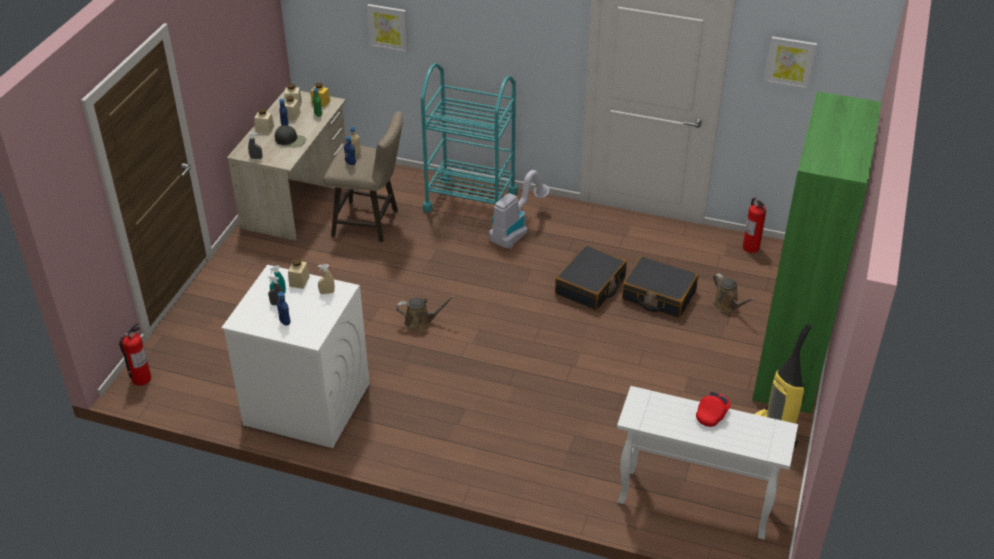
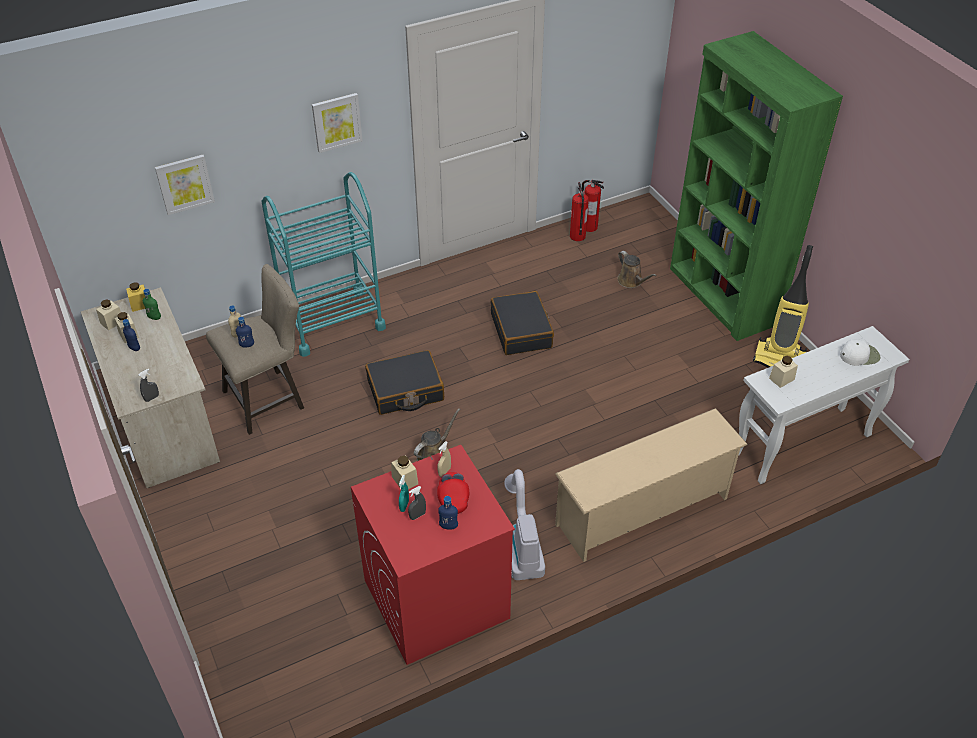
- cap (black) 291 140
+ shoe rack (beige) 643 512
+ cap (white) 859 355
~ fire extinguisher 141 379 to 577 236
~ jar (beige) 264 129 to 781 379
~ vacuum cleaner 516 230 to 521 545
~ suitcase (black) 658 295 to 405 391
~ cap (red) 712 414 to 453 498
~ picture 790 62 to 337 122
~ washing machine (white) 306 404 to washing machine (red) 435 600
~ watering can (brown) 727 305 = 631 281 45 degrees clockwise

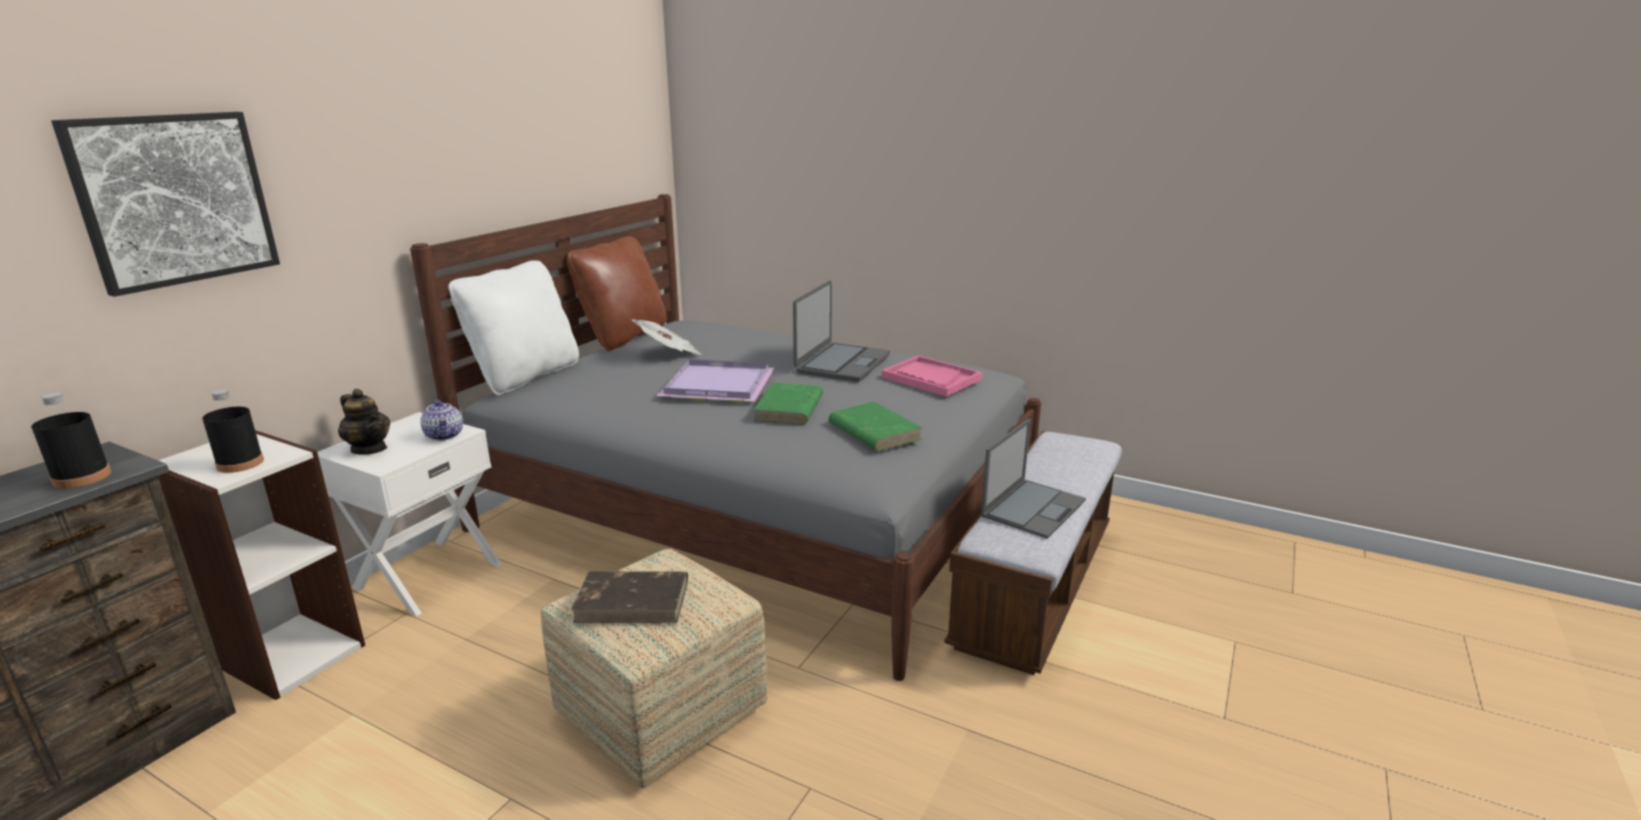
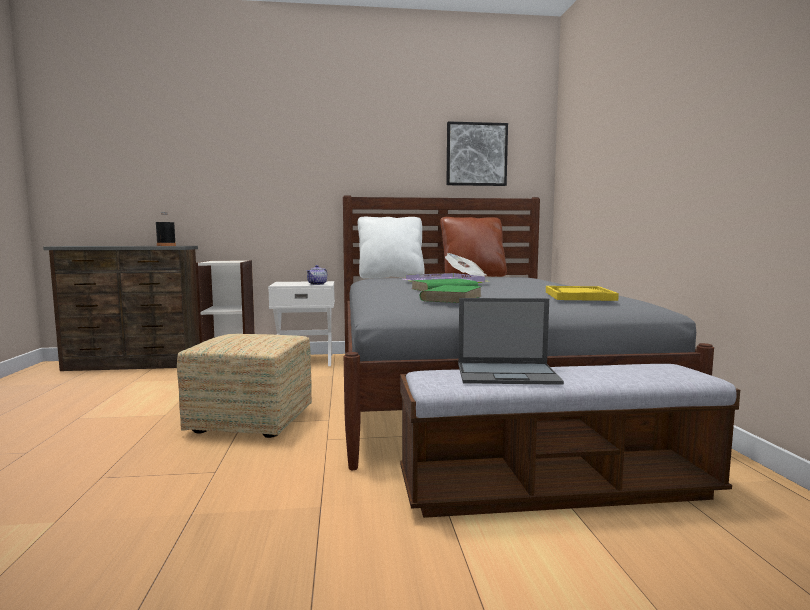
- bottle (black) 240 463
- teapot 369 449
- book (brown) 634 601
- laptop 842 363
~ picture 174 199 to 476 154
~ tray (pink) 931 378 to tray (yellow) 578 296

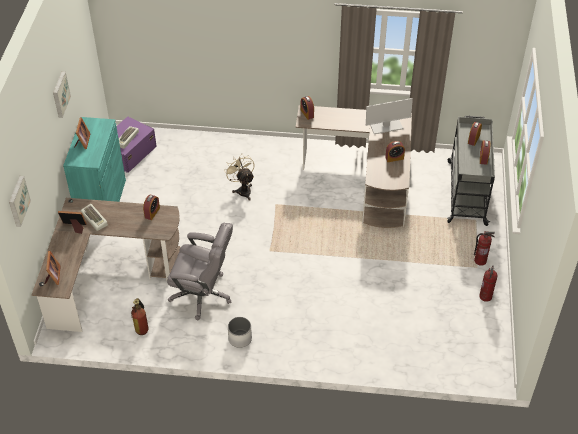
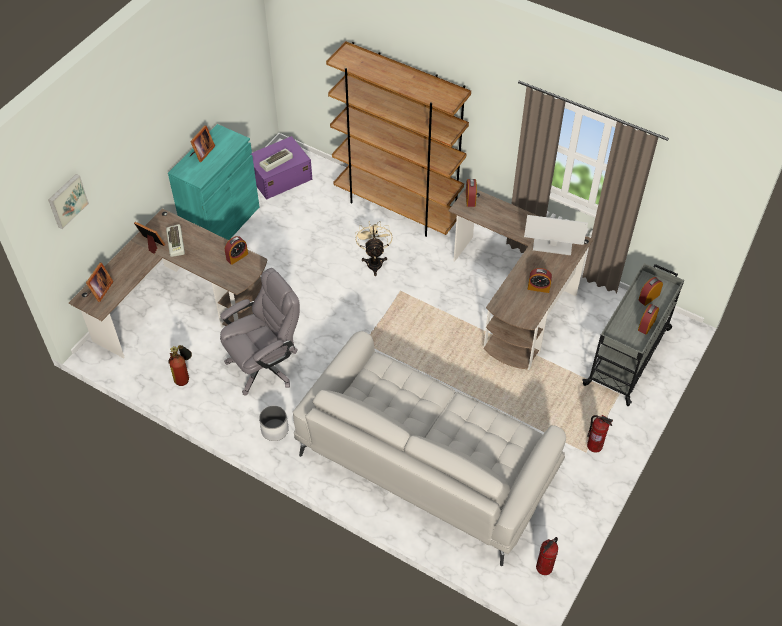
- picture 60 94
+ sofa (white) 426 460
+ bookcase (brown) 397 208
~ fire extinguisher 485 296 to 544 568
~ office chair (grey) 202 294 = 265 365 75 degrees counterclockwise

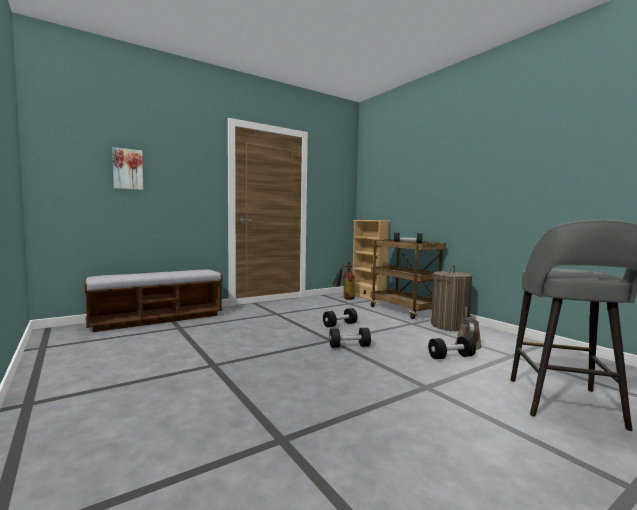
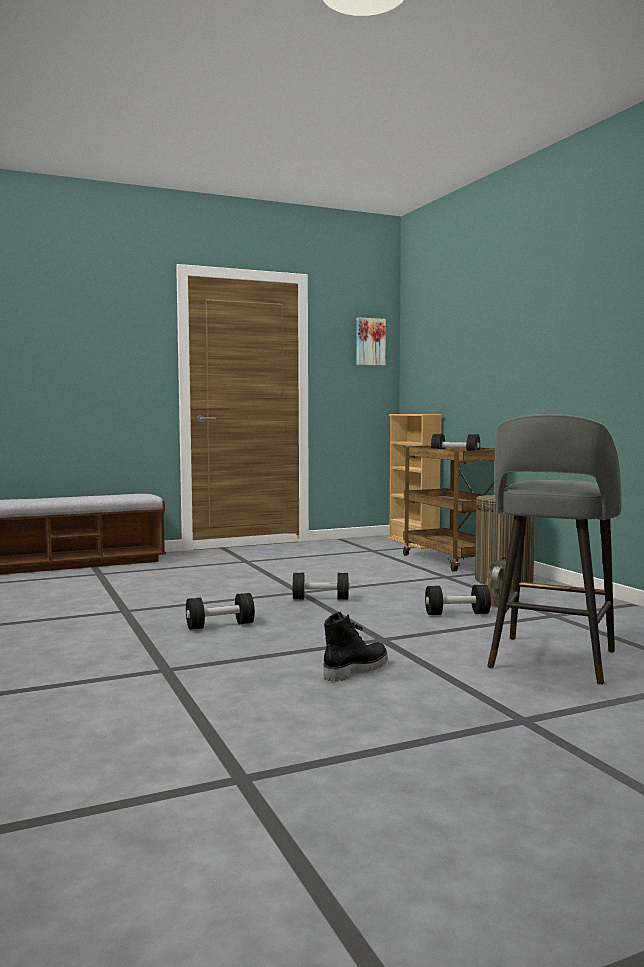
- fire extinguisher 344 298
+ boot (black) 355 670
~ picture 128 169 to 370 342
~ dumbbell (black) 340 325 to 220 625

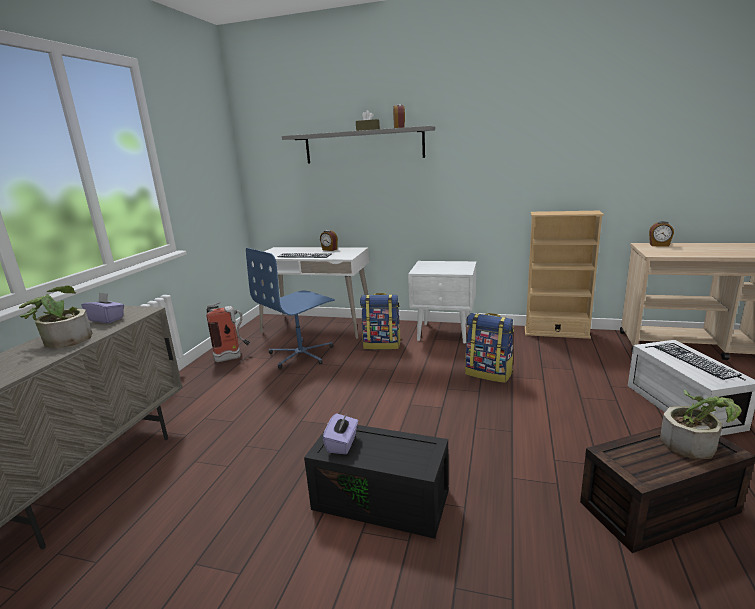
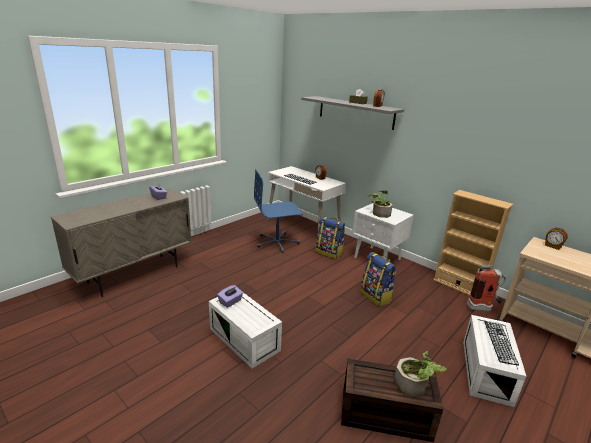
~ potted plant 63 339 to 379 213
~ fire extinguisher 233 357 to 483 308
~ storage box (black) 383 499 to storage box (white) 245 339

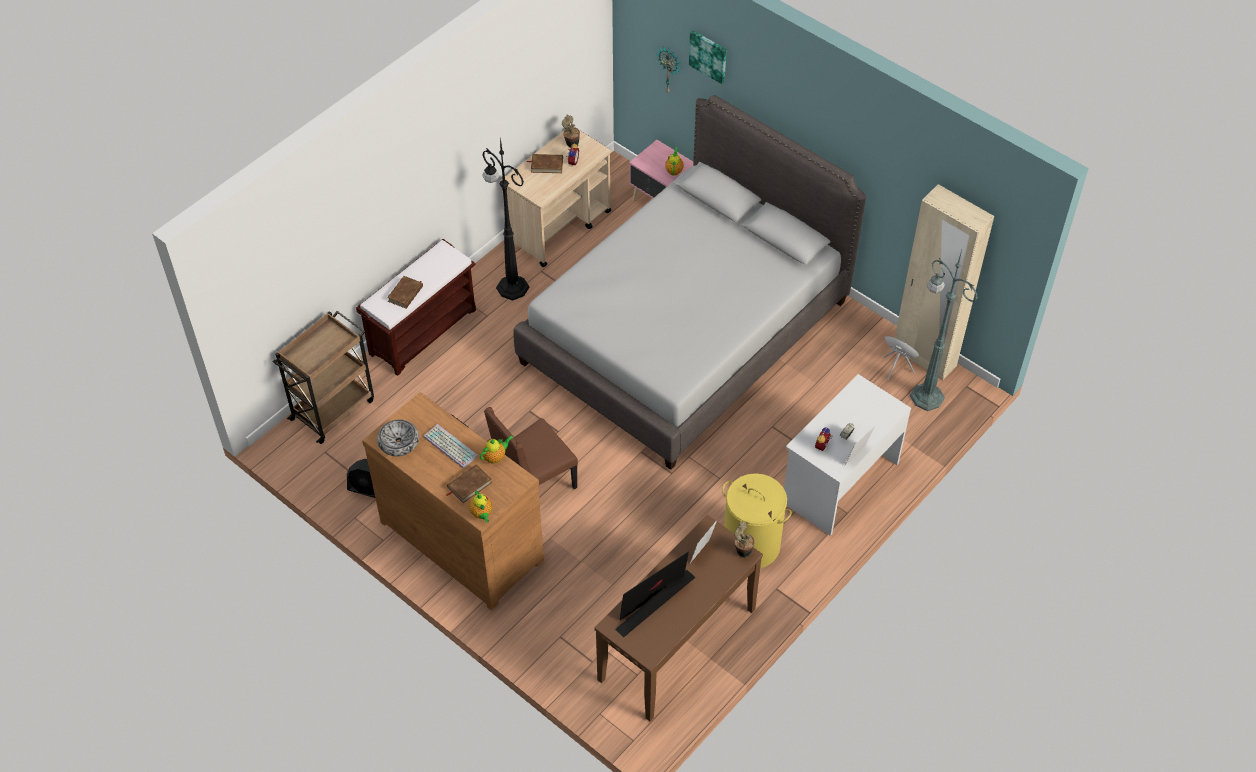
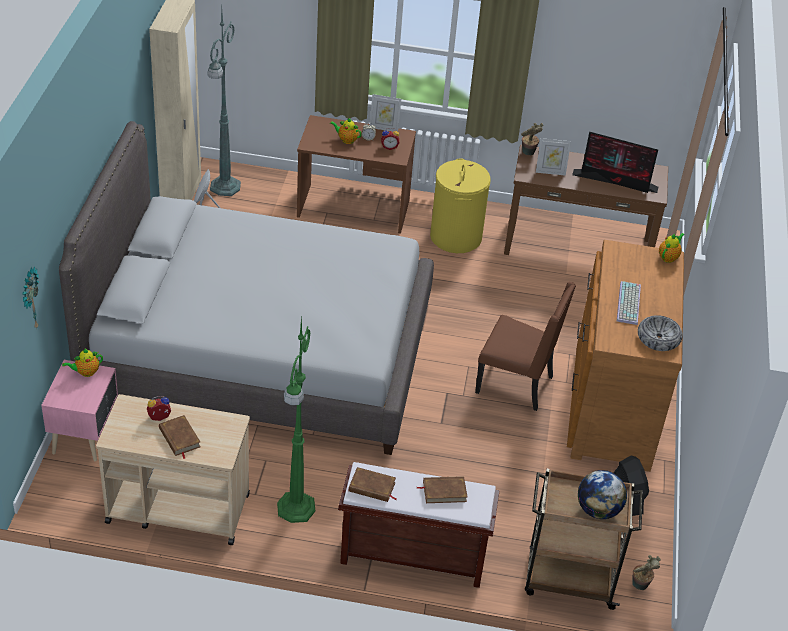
- picture 708 56
+ globe 598 510
~ book (brown) 469 485 to 372 487
~ teapot 495 457 to 346 140
~ potted plant 571 144 to 640 586
~ floor lamp (black) 511 286 to floor lamp (green) 295 509
~ desk (white) 839 481 to desk (brown) 353 209

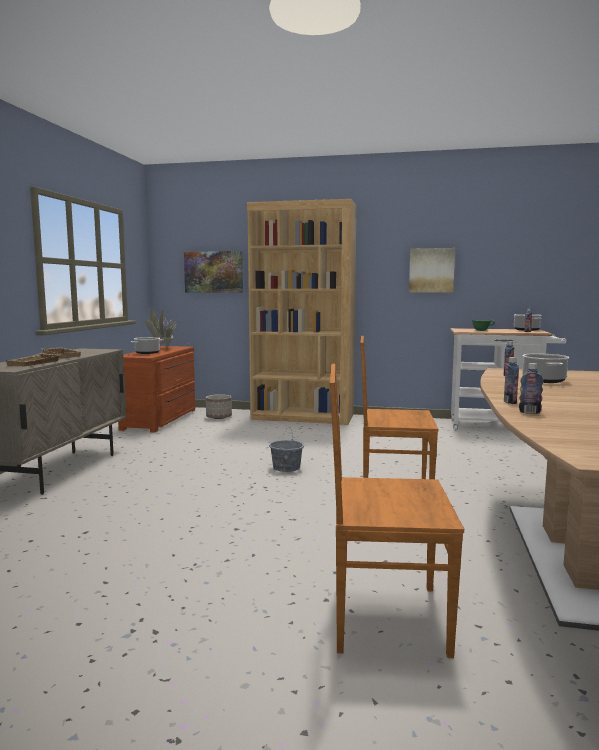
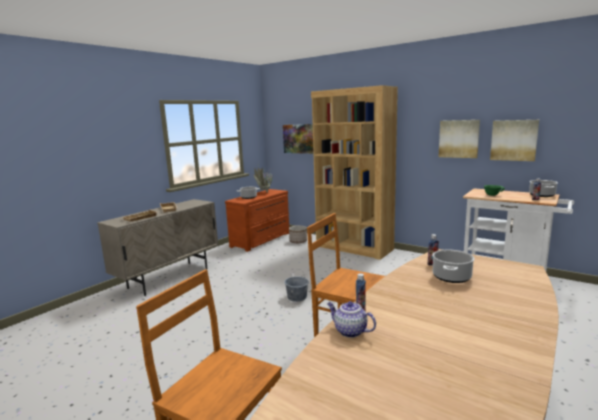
+ picture 514 140
~ bottle 529 412 to teapot 349 331

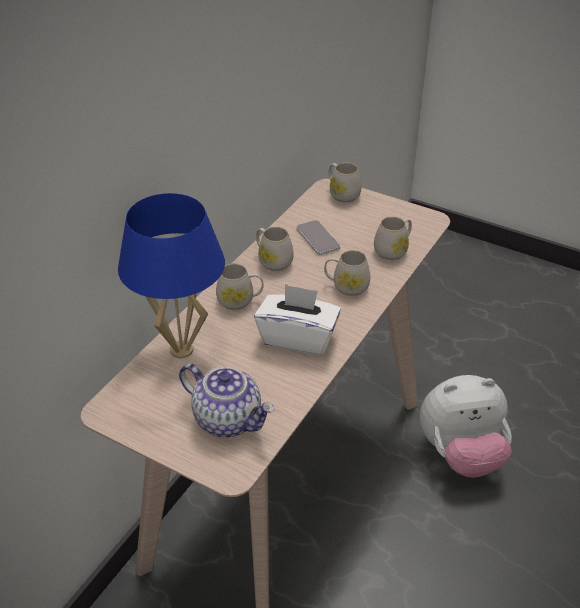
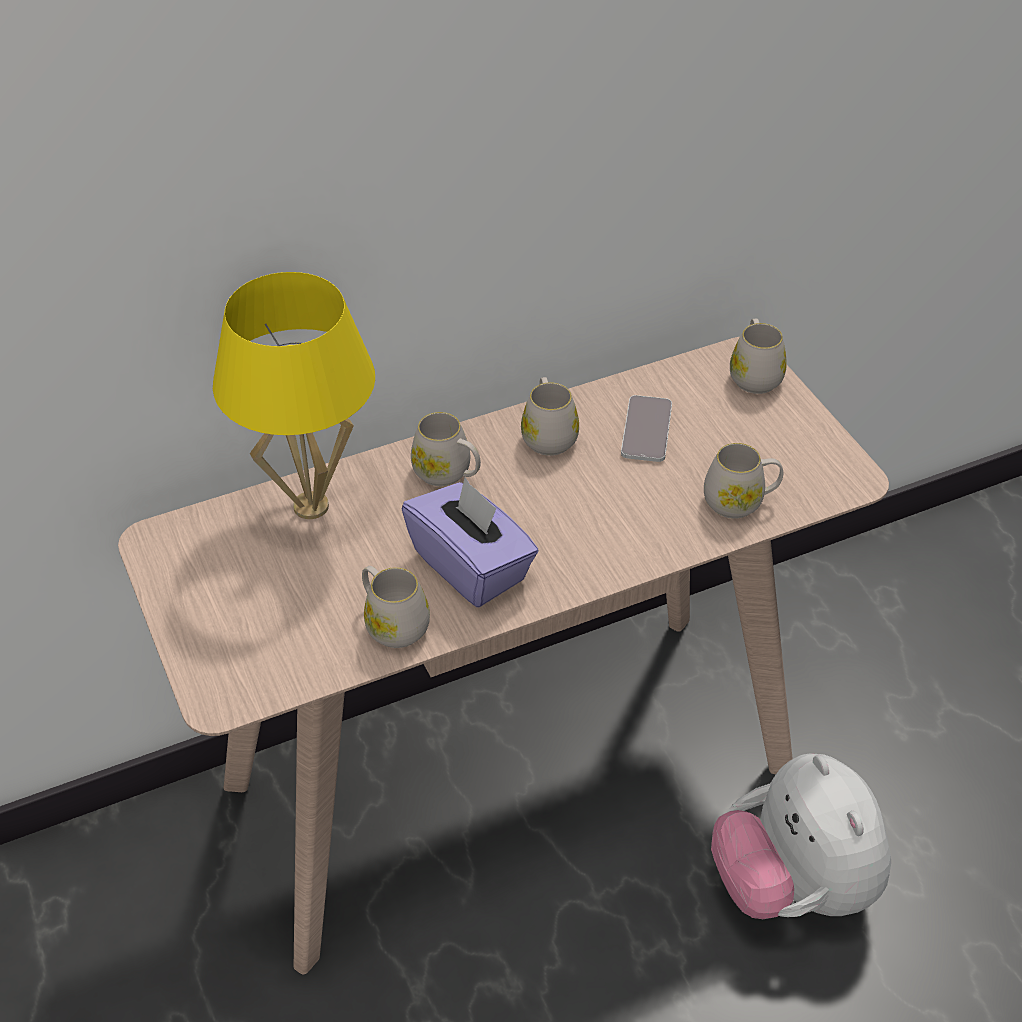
- teapot 229 419
~ mug (white) 346 286 to 392 624
~ table lamp (blue) 182 350 to table lamp (yellow) 312 506
~ tissue box (white) 298 338 to tissue box (purple) 471 566
~ plush toy 461 454 = 793 886 45 degrees clockwise

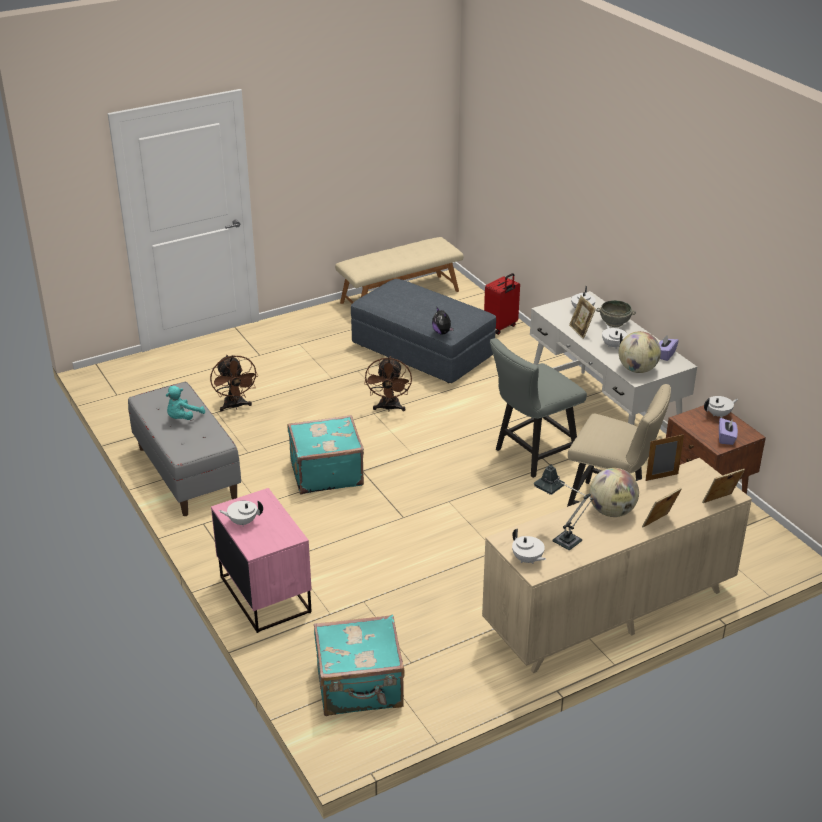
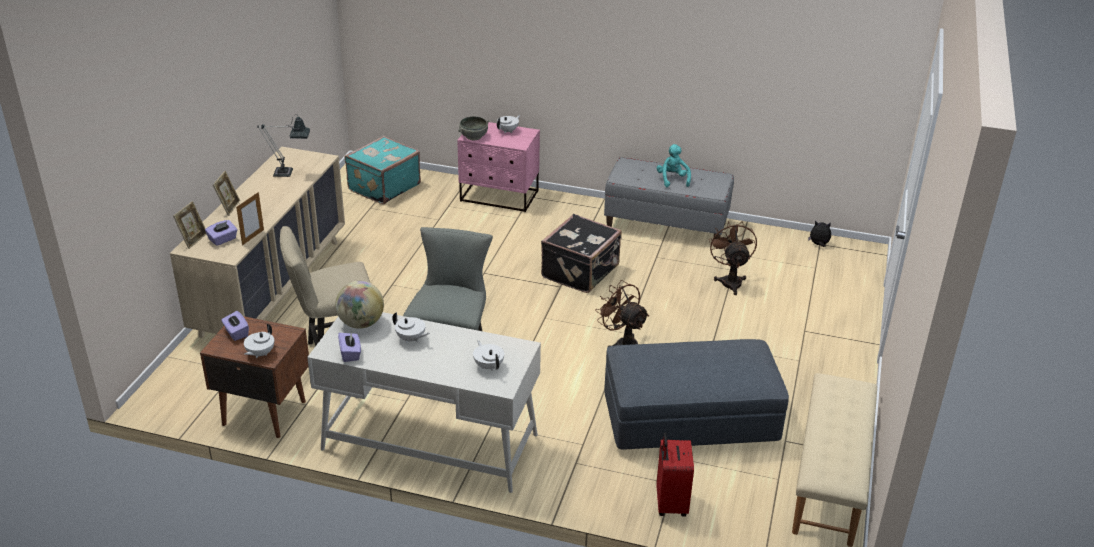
- teapot (white) 527 560
- picture frame 581 331
- globe 611 511
+ tissue box (purple) 223 240
~ plush toy 442 332 to 818 244
~ bowl (grey) 614 323 to 473 136
~ suitcase (turquoise) 325 473 to suitcase (black) 581 272
~ fan (brown) 235 406 = 730 281 60 degrees clockwise

